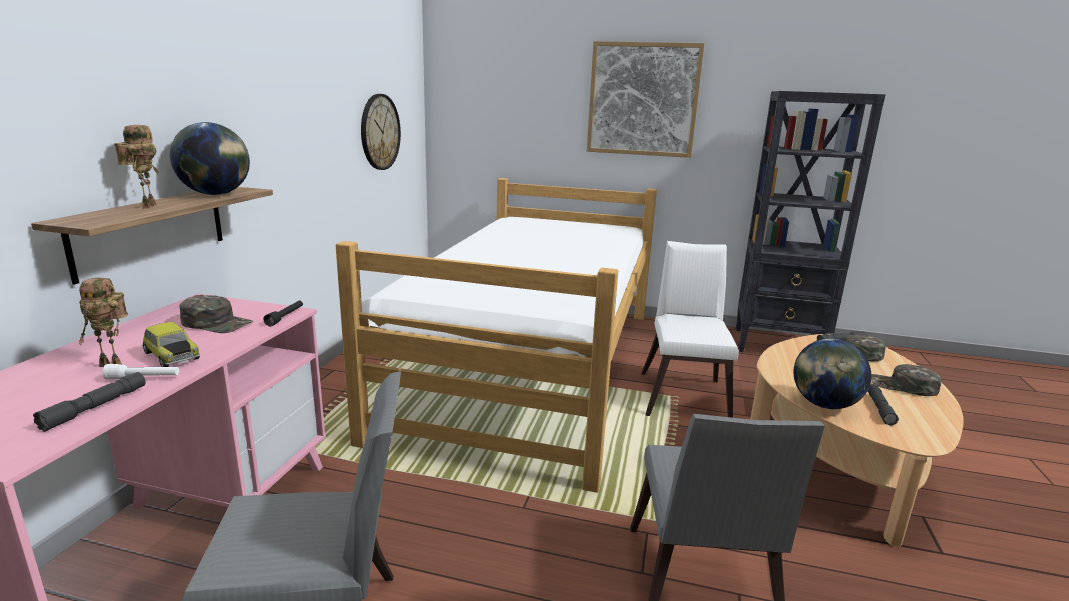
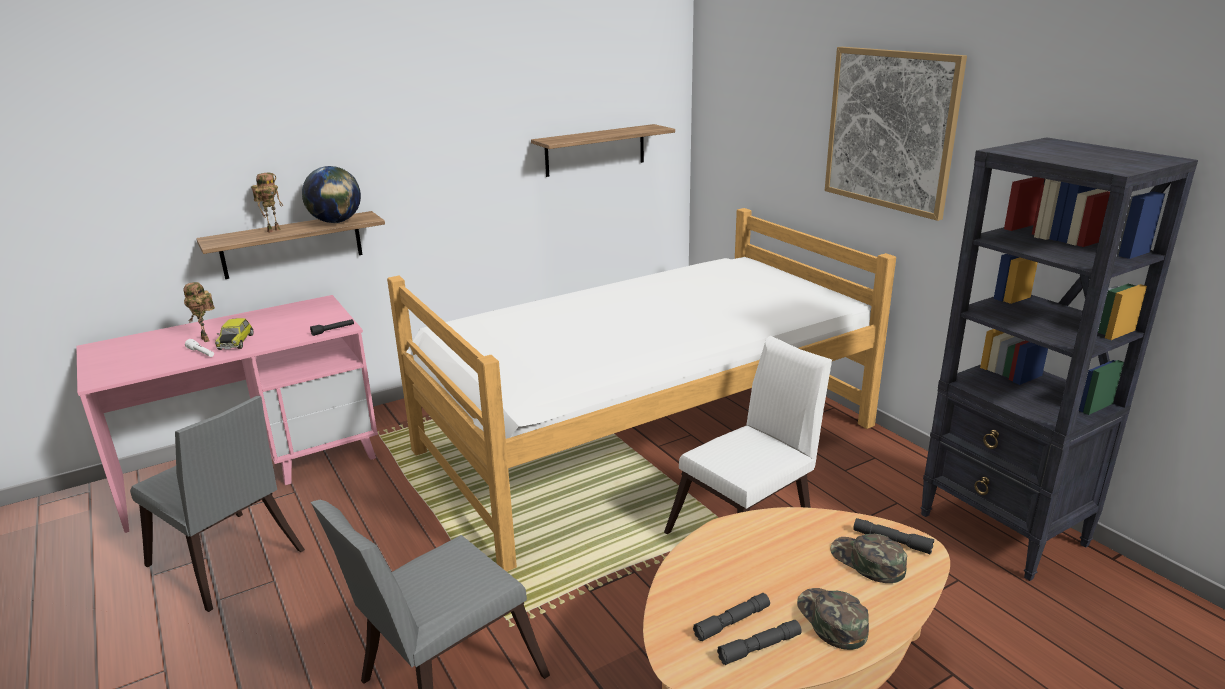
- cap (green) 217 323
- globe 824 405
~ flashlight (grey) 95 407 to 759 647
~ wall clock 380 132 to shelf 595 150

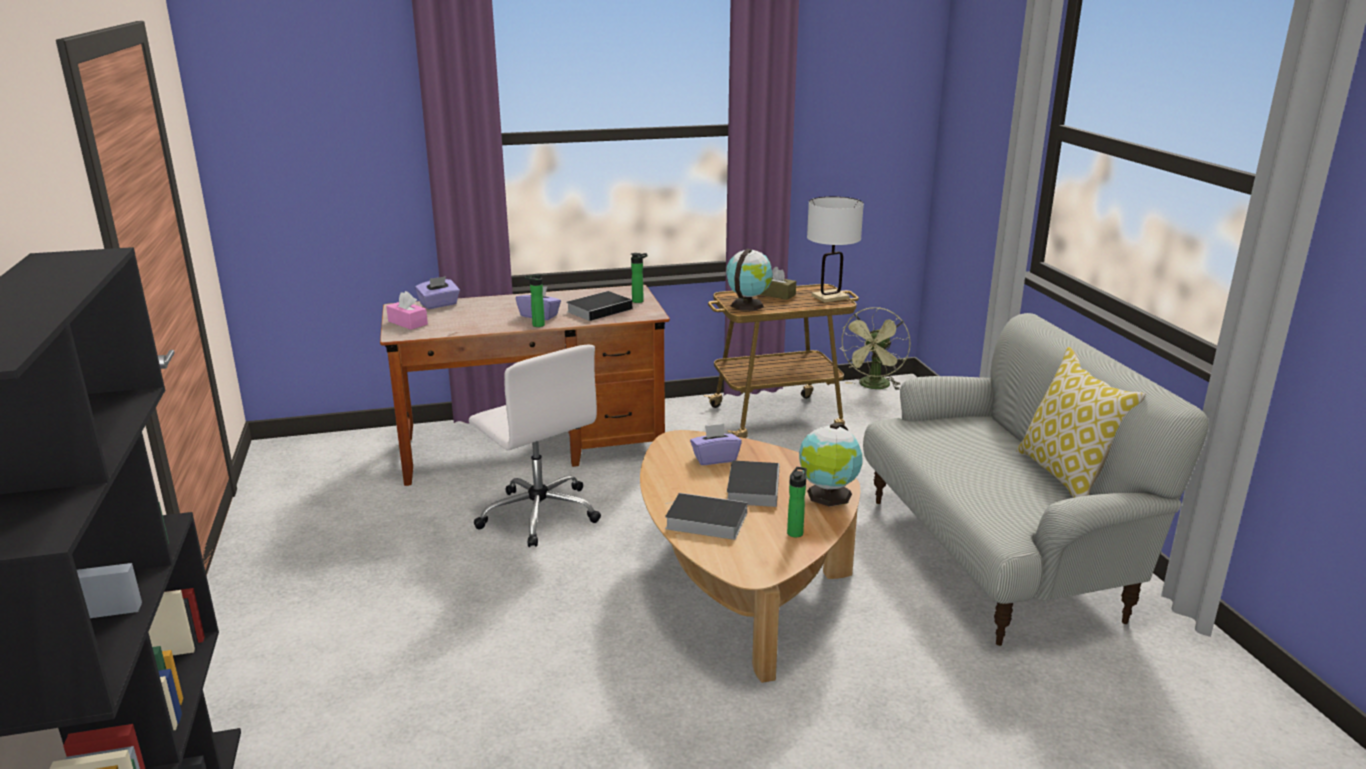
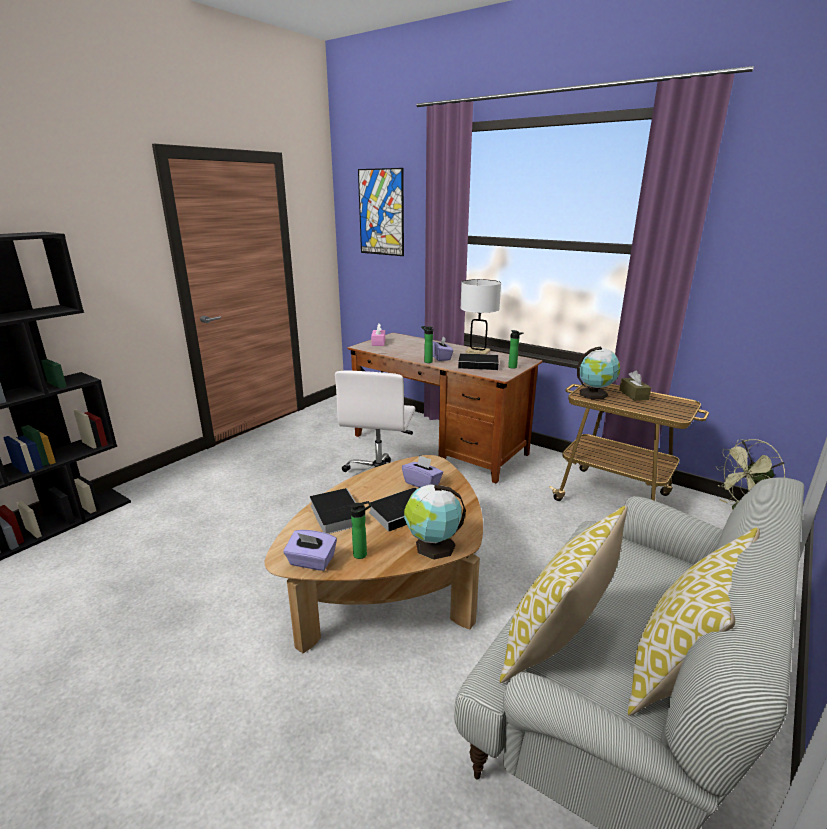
+ picture 381 212
+ pillow 556 645
~ tissue box (purple) 439 304 to 311 562
~ table lamp (white) 830 297 to 477 352

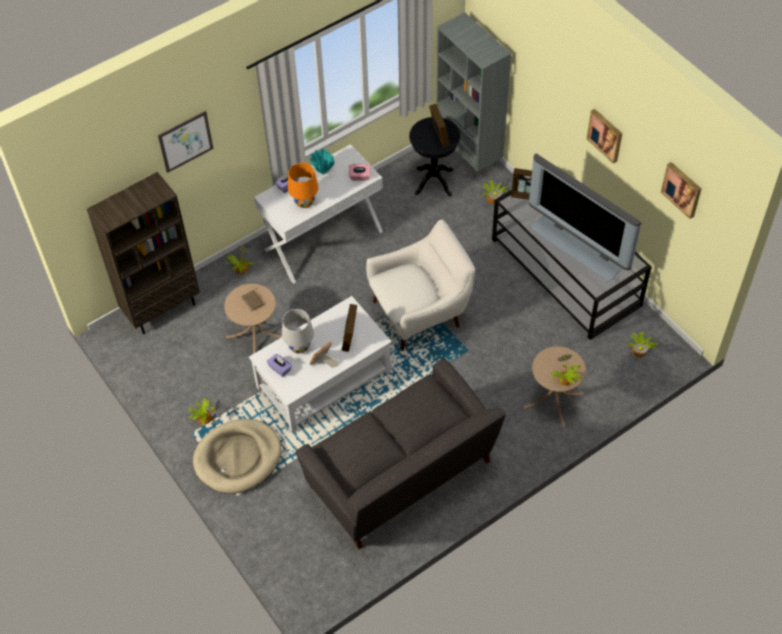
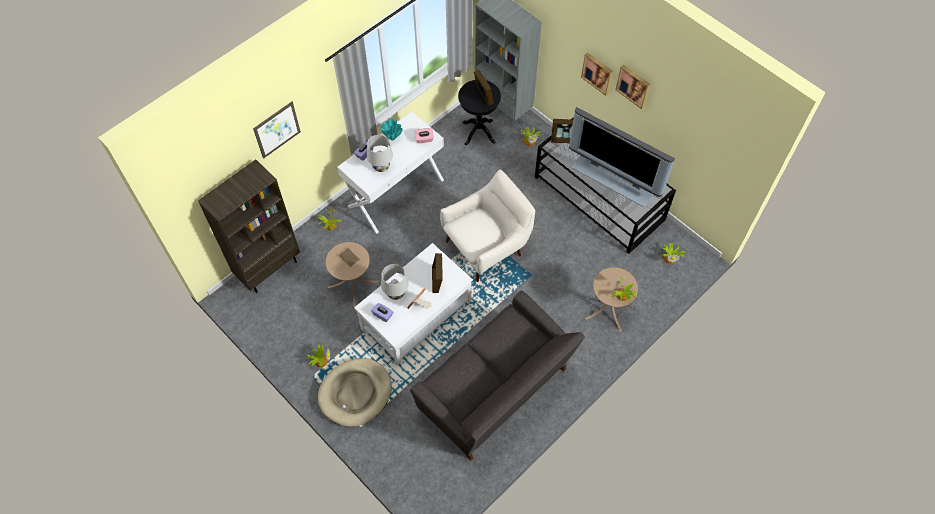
~ picture 682 189 to 598 73
~ table lamp (orange) 304 202 to table lamp (white) 381 166

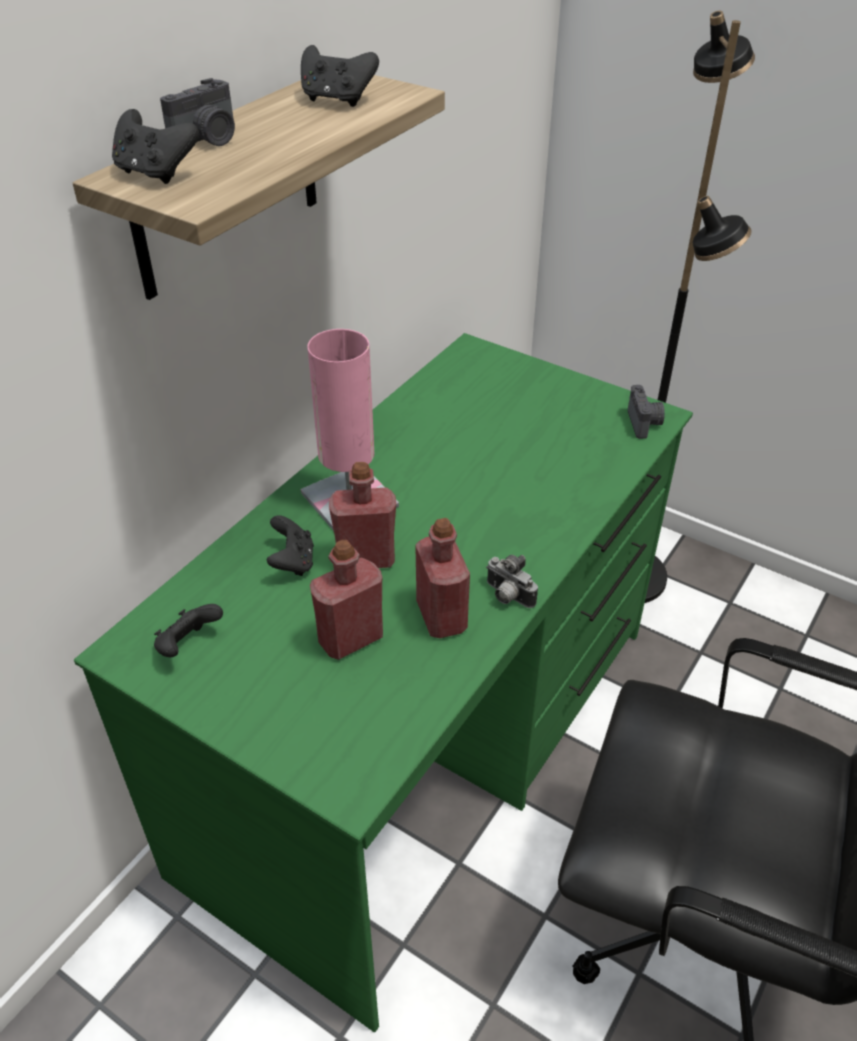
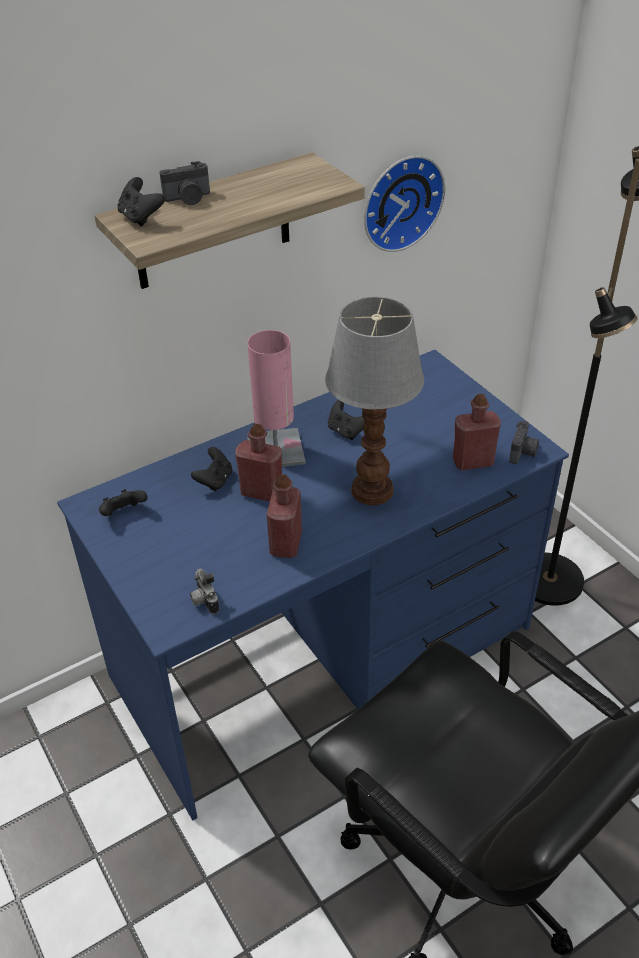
+ table lamp 371 491
+ wall clock 400 201
~ game controller (black) 337 100 to 346 431
~ bottle (red) 350 638 to 473 462
~ photo camera 507 597 to 203 600
~ desk (green) 427 745 to desk (blue) 324 653

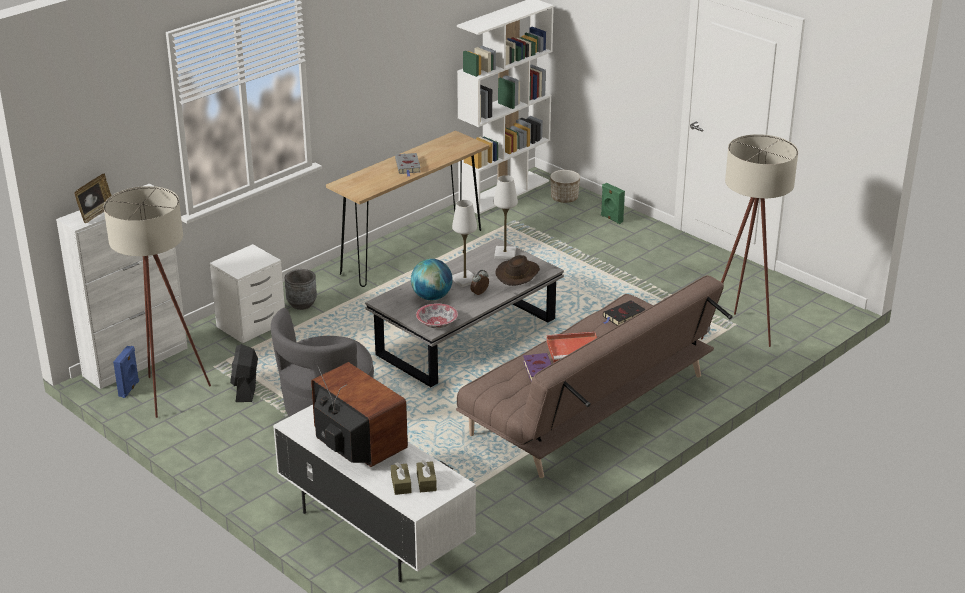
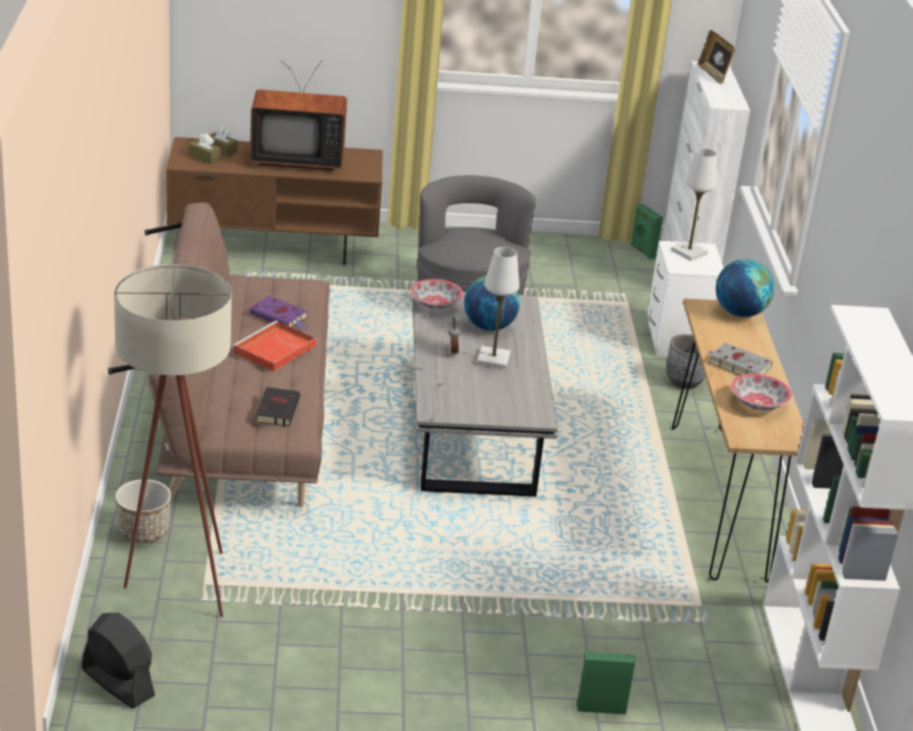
- floor lamp (beige) 168 398
- hat (brown) 518 274
+ globe 740 313
+ bowl 757 403
~ fan (black) 246 389 to 118 682
~ table lamp (white) 505 254 to 689 252
~ planter 564 198 to 143 532
~ speaker (blue) 129 389 to speaker (green) 642 252
~ tv stand (white) 373 531 to tv stand (brown) 275 245

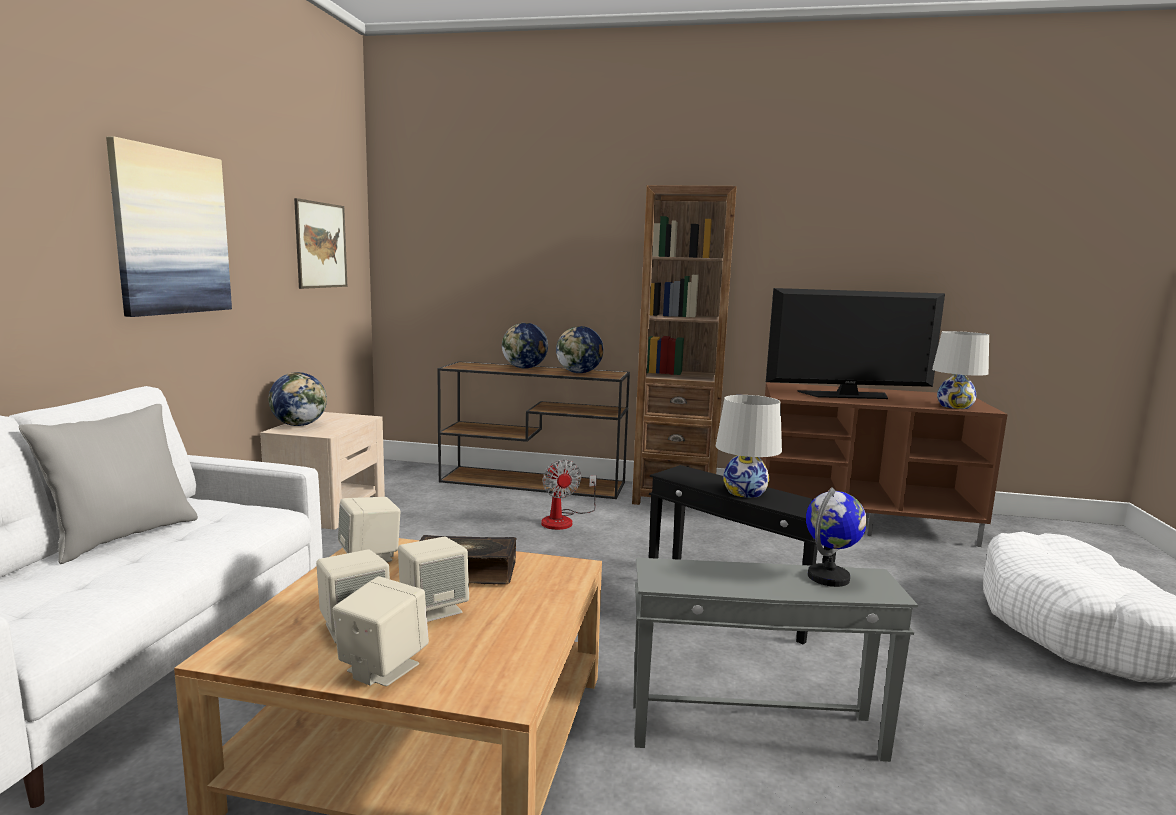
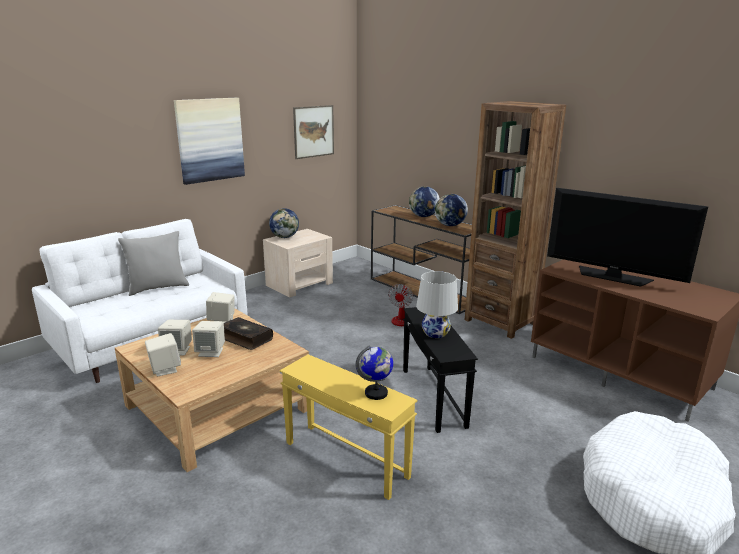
- table lamp (white) 954 406
~ side table (grey) 755 732 to side table (yellow) 345 460

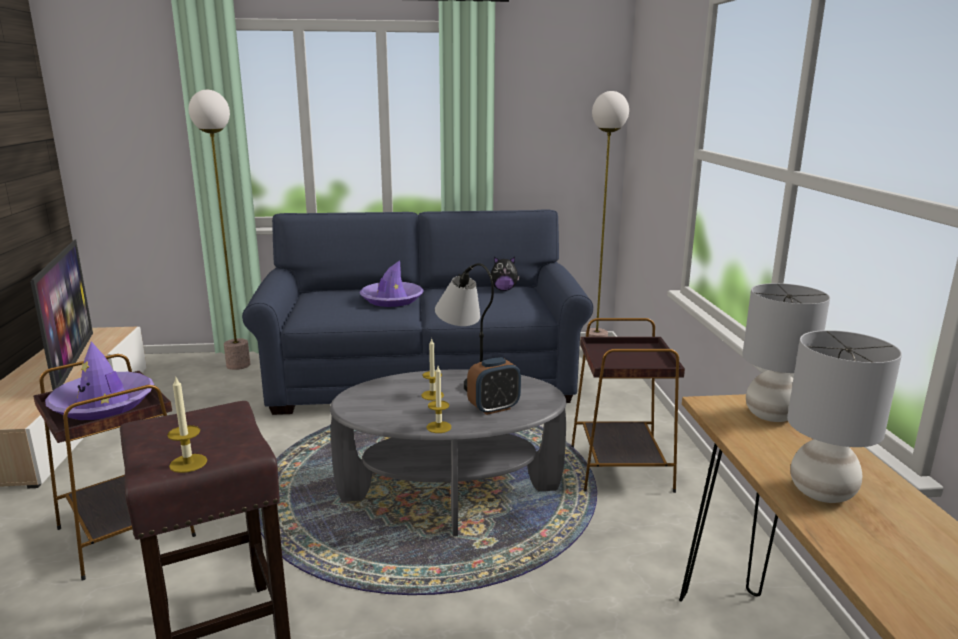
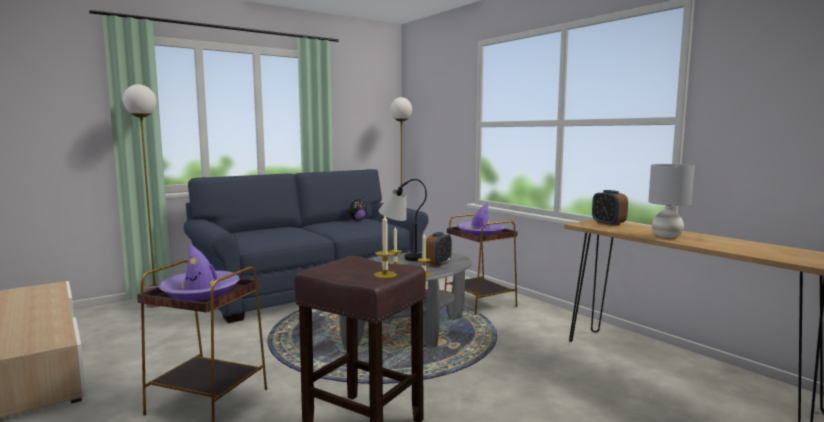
- television 72 361
~ hat (purple) 391 300 to 480 233
~ table lamp (grey) 771 416 to alarm clock 608 224

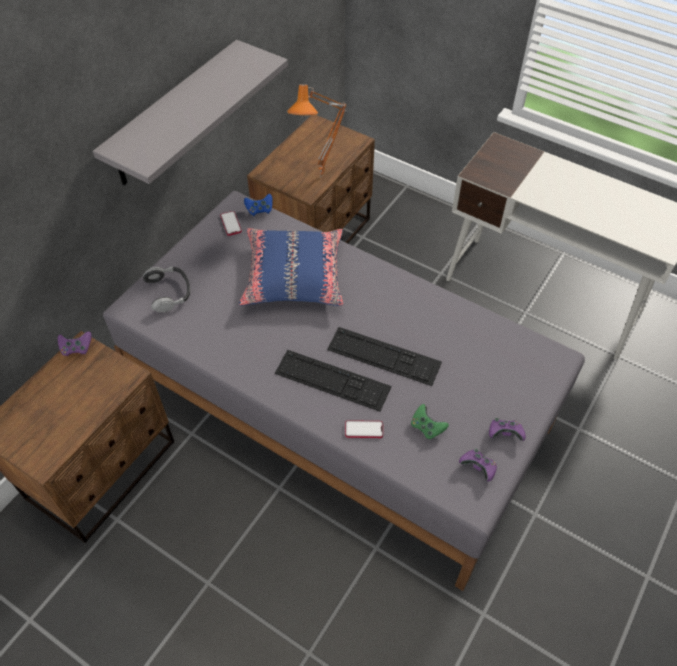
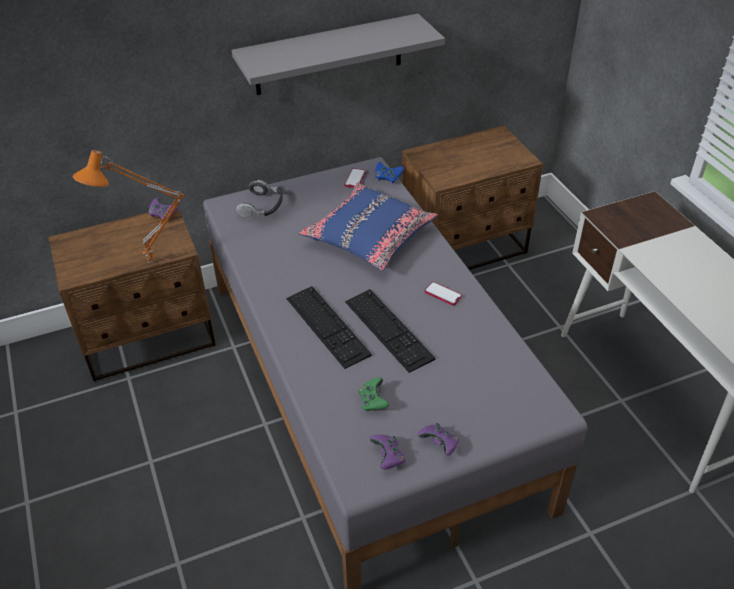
~ table lamp (orange) 323 177 to 150 264
~ phone 364 430 to 443 294

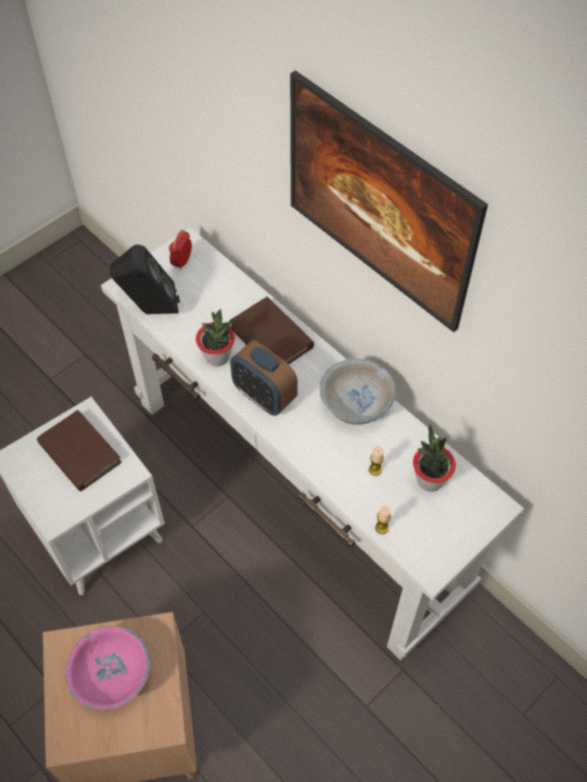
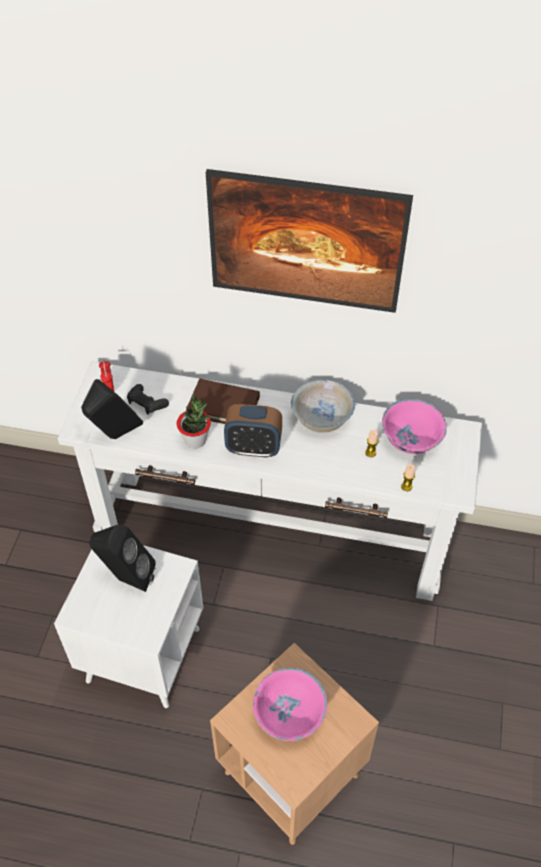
+ game controller (black) 146 403
~ book (brown) 79 453 to speaker (black) 127 578
~ potted plant 429 480 to bowl (pink) 410 439

